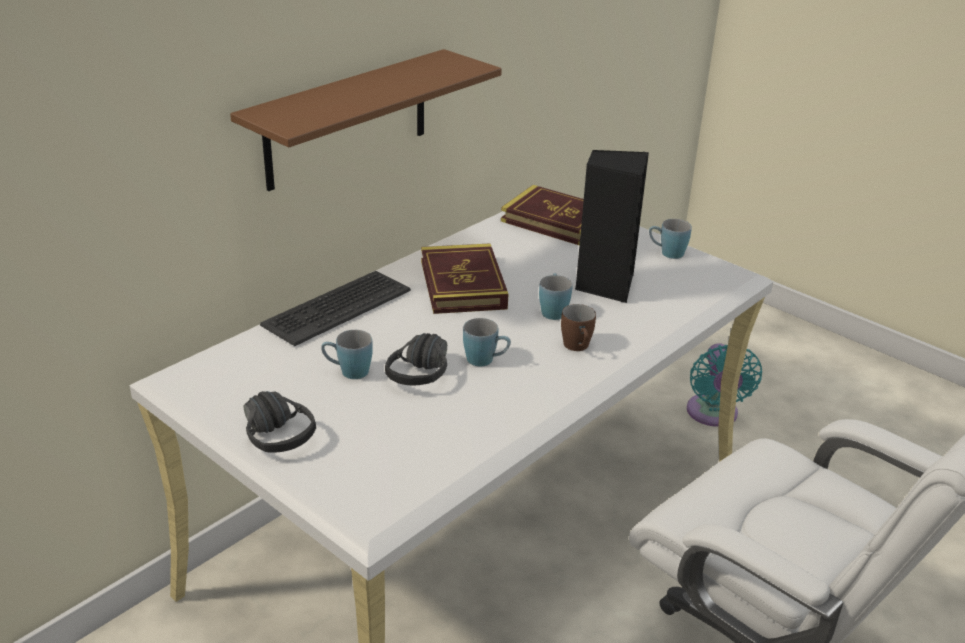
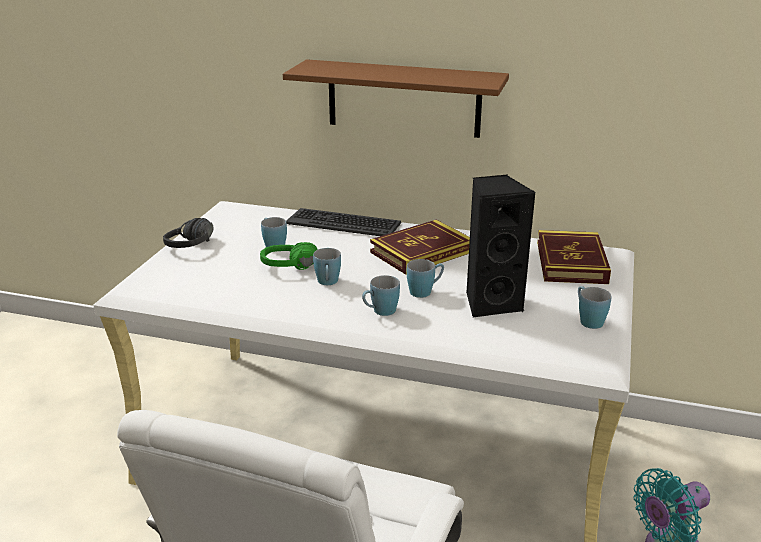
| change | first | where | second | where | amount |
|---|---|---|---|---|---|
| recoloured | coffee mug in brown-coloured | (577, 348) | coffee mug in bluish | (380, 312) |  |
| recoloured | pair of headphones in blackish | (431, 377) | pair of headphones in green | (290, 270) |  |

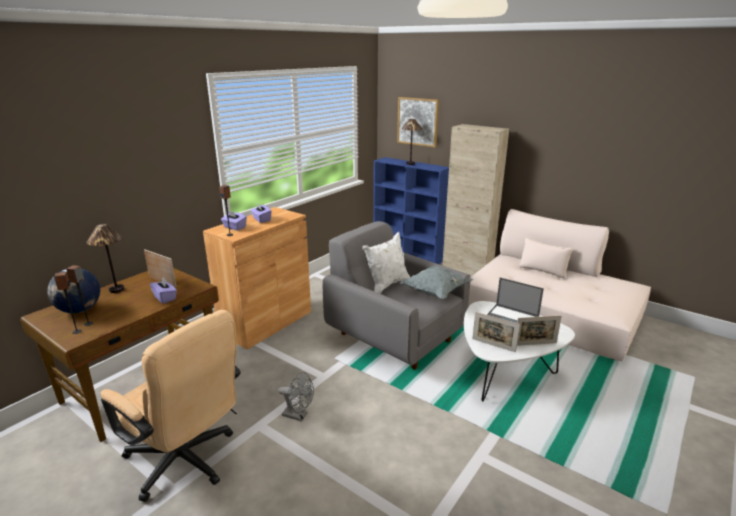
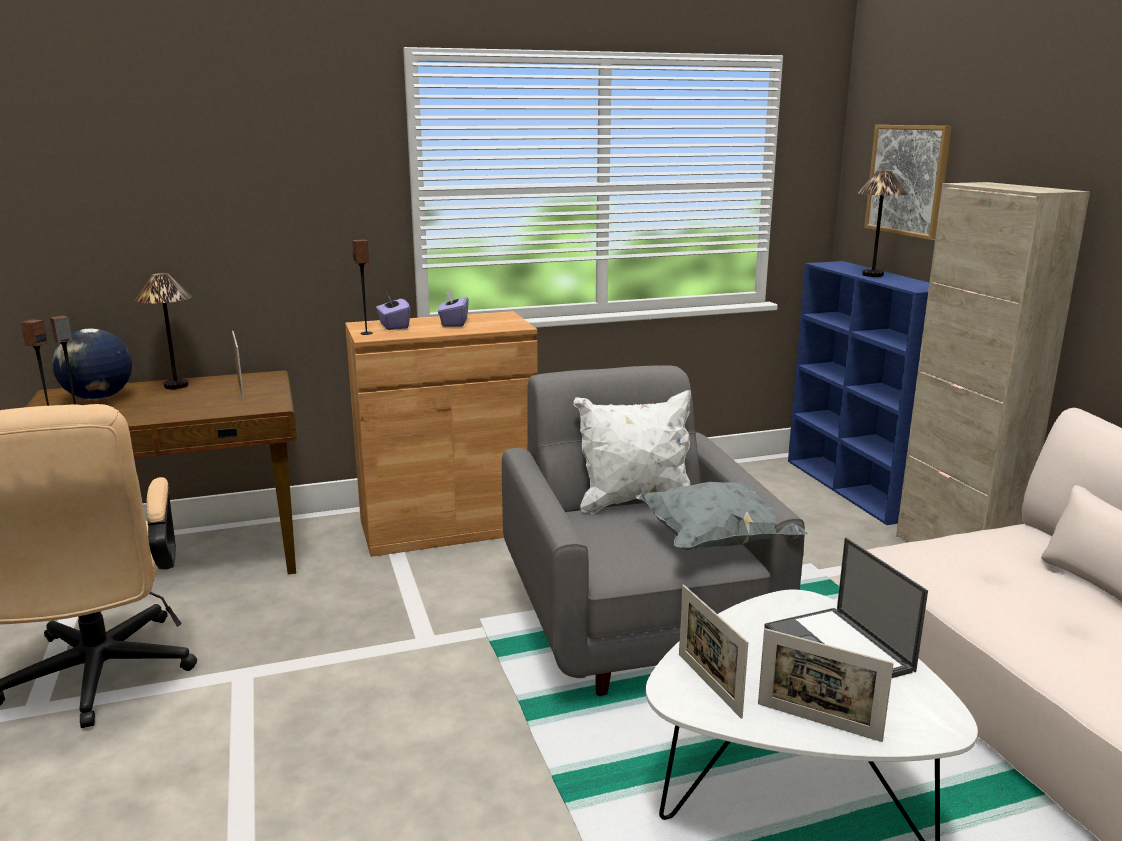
| change | first | where | second | where | amount |
|---|---|---|---|---|---|
| removed | tissue box in purple-coloured | (165, 298) |  |  |  |
| removed | electric fan in grey | (298, 415) |  |  |  |

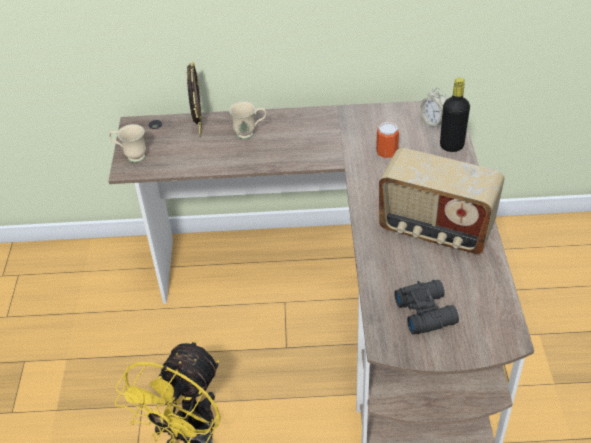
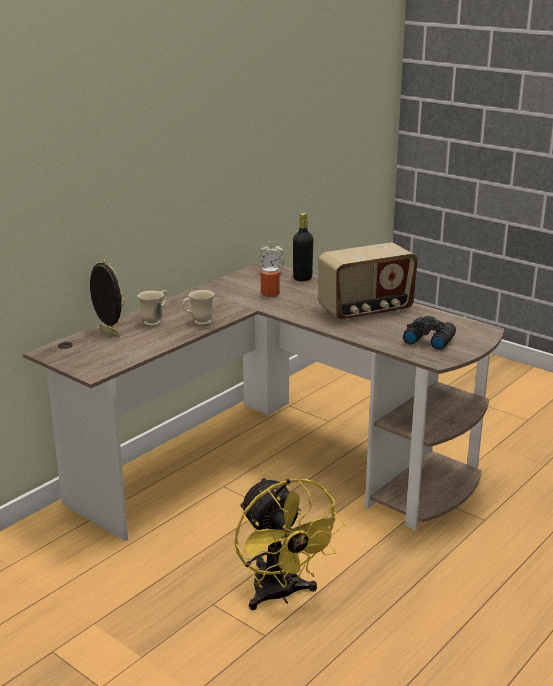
| change | first | where | second | where | amount |
|---|---|---|---|---|---|
| moved | coffee mug in beige | (131, 156) |  | (198, 323) |  |

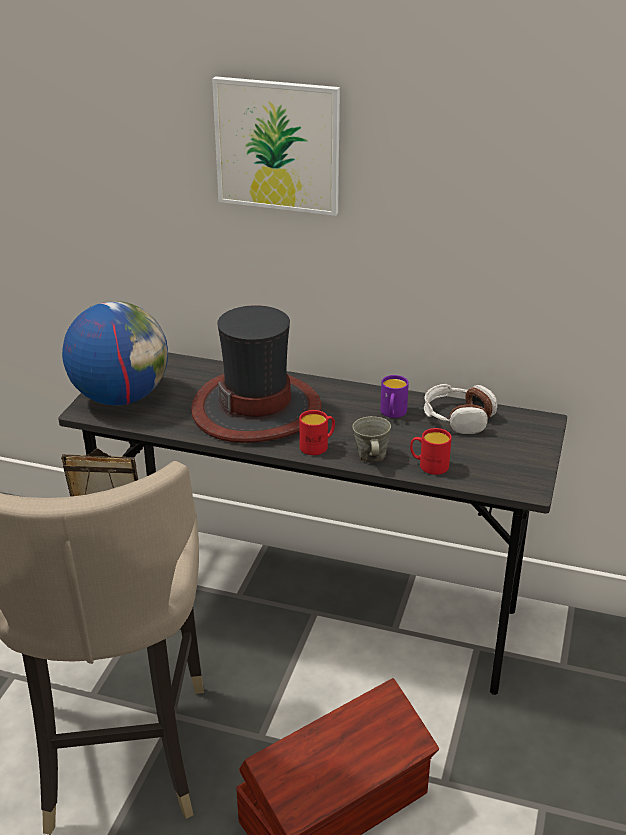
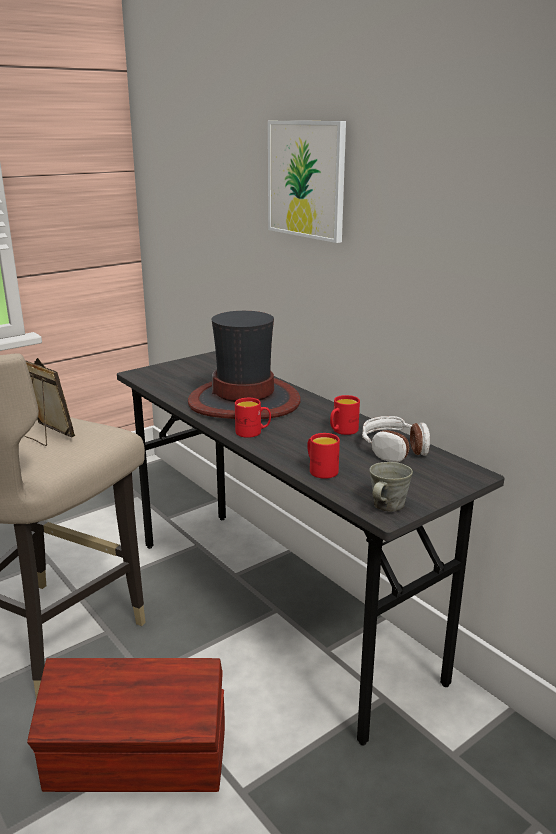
| change | first | where | second | where | amount |
|---|---|---|---|---|---|
| removed | desk globe | (120, 397) |  |  |  |
| recoloured | coffee mug in purple-coloured | (392, 414) | coffee mug in red | (342, 431) |  |
| moved | coffee mug in grey | (371, 457) |  | (387, 506) |  |

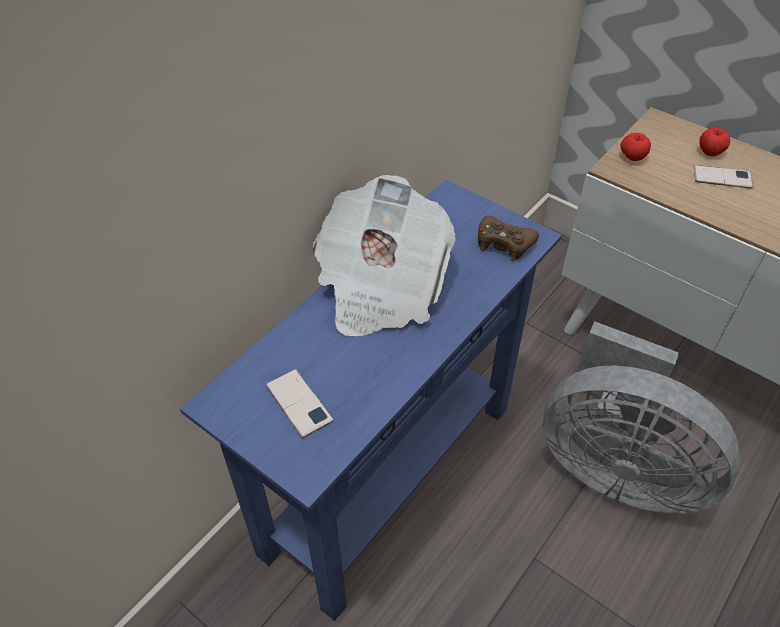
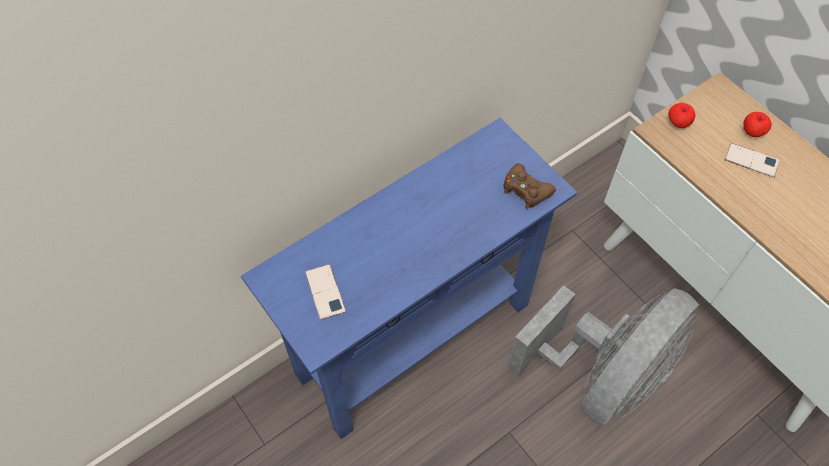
| change | first | where | second | where | amount |
|---|---|---|---|---|---|
| removed | daily paper | (380, 285) |  |  |  |
| turned | electric fan in grey | (615, 467) |  | (602, 376) | 90 degrees counterclockwise |

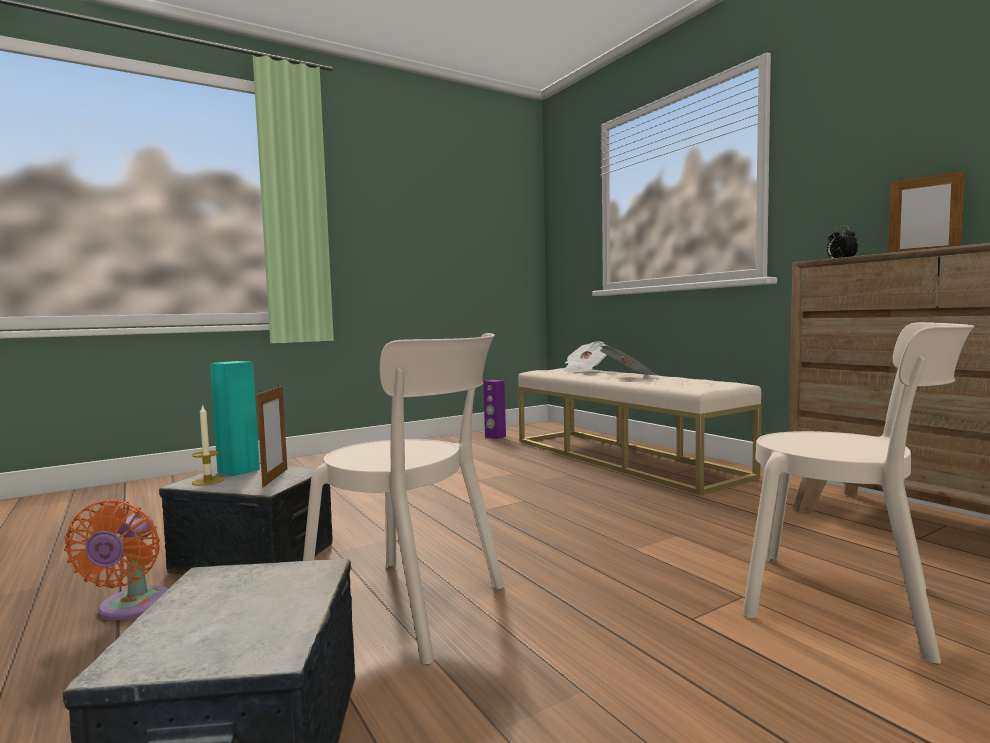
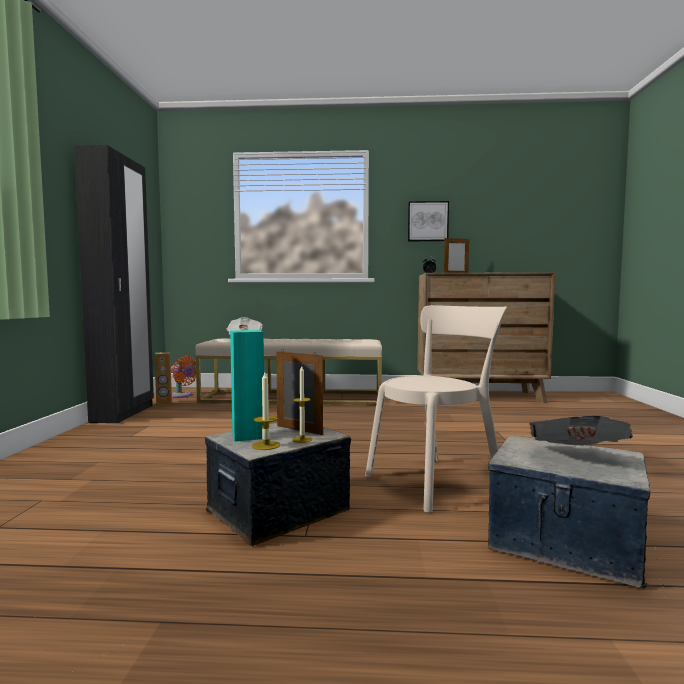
| change | first | where | second | where | amount |
|---|---|---|---|---|---|
| removed | upright chair in beige | (850, 604) |  |  |  |
| moved | daily paper | (628, 376) |  | (577, 458) |  |
| recoloured | loudspeaker in purple-coloured | (495, 437) | loudspeaker in brown-coloured | (164, 403) |  |
| moved | electric fan in orange-coloured | (130, 608) |  | (181, 395) |  |
| added |  |  | clothes cupboard in blackish | (123, 413) |  |
| added |  |  | picture | (428, 221) |  |
| added |  |  | wax light | (302, 439) |  |

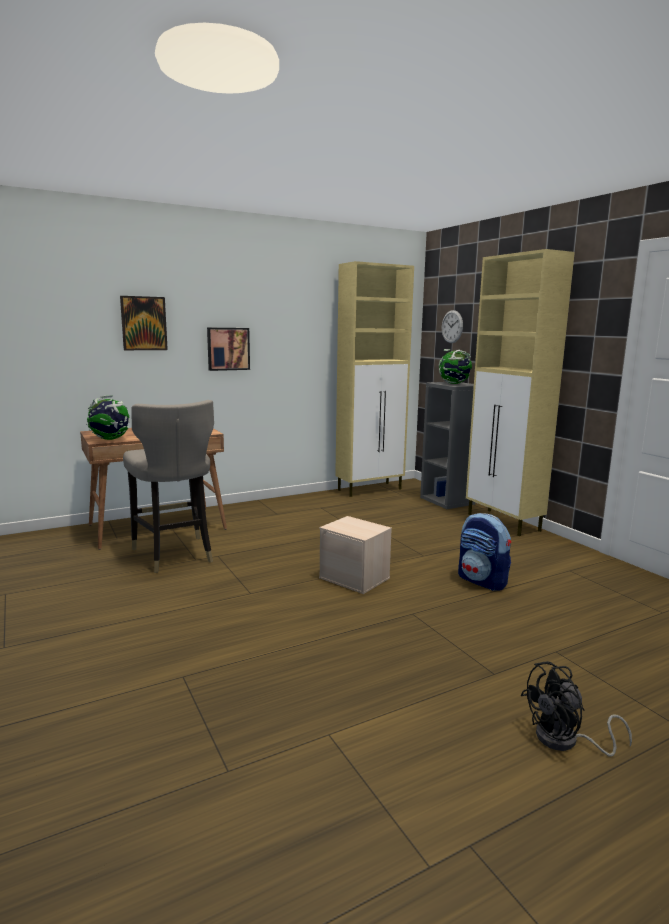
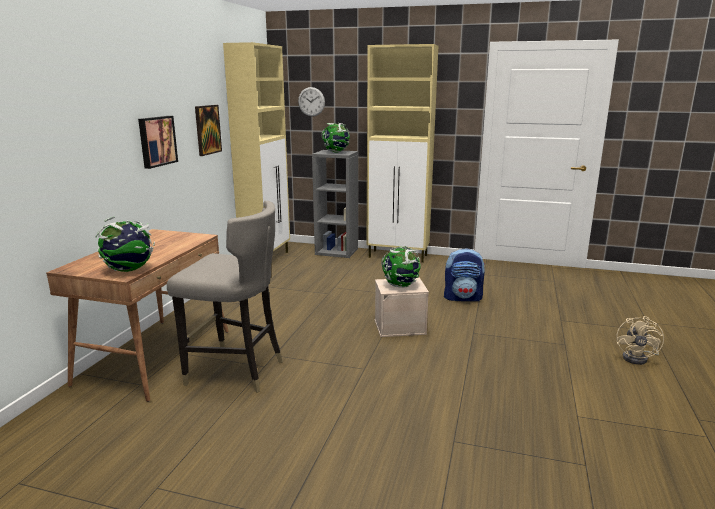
| change | first | where | second | where | amount |
|---|---|---|---|---|---|
| moved | picture | (144, 323) |  | (207, 129) |  |
| recoloured | electric fan in blackish | (565, 741) | electric fan in beige | (638, 358) |  |
| added |  |  | desk globe | (400, 285) |  |

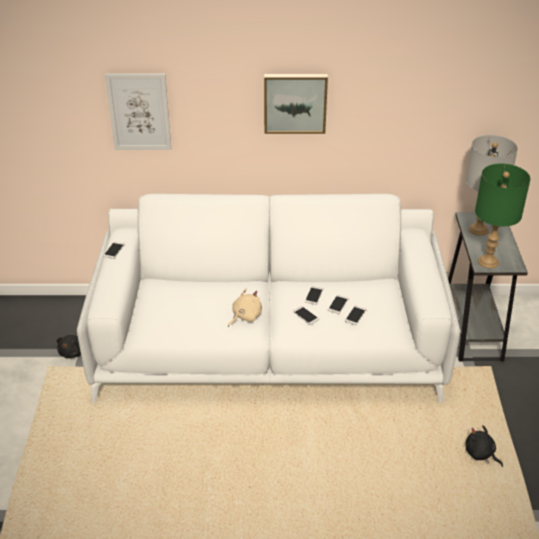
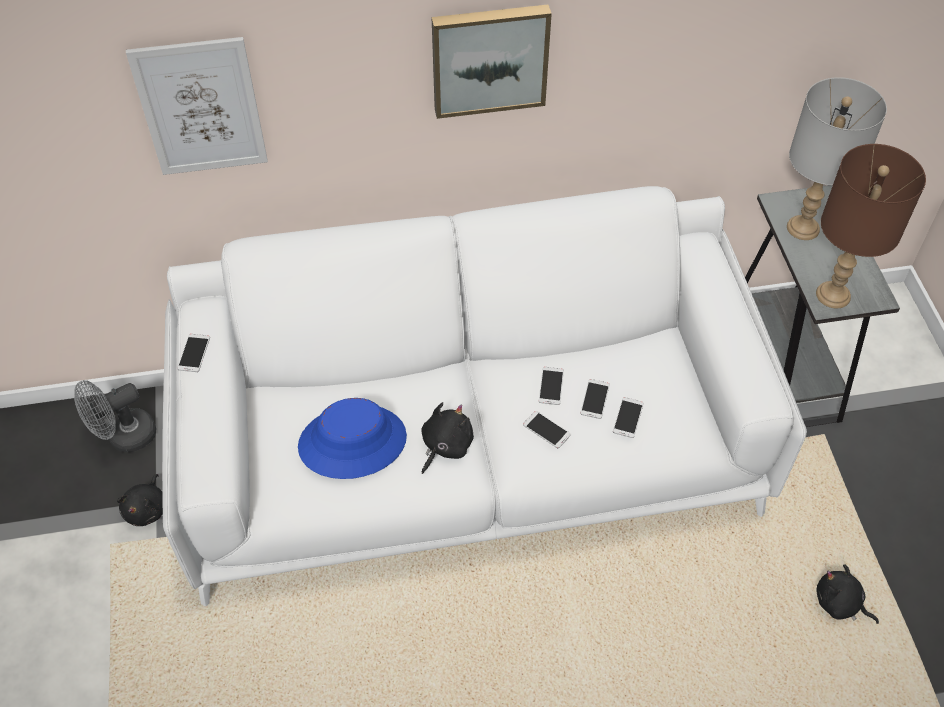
| change | first | where | second | where | amount |
|---|---|---|---|---|---|
| recoloured | table lamp in green | (487, 261) | table lamp in brown-coloured | (832, 294) |  |
| recoloured | cuddly toy in beige | (245, 316) | cuddly toy in blackish | (445, 446) |  |
| added |  |  | electric fan in grey | (124, 437) |  |
| added |  |  | wearable hat in bluish | (352, 442) |  |

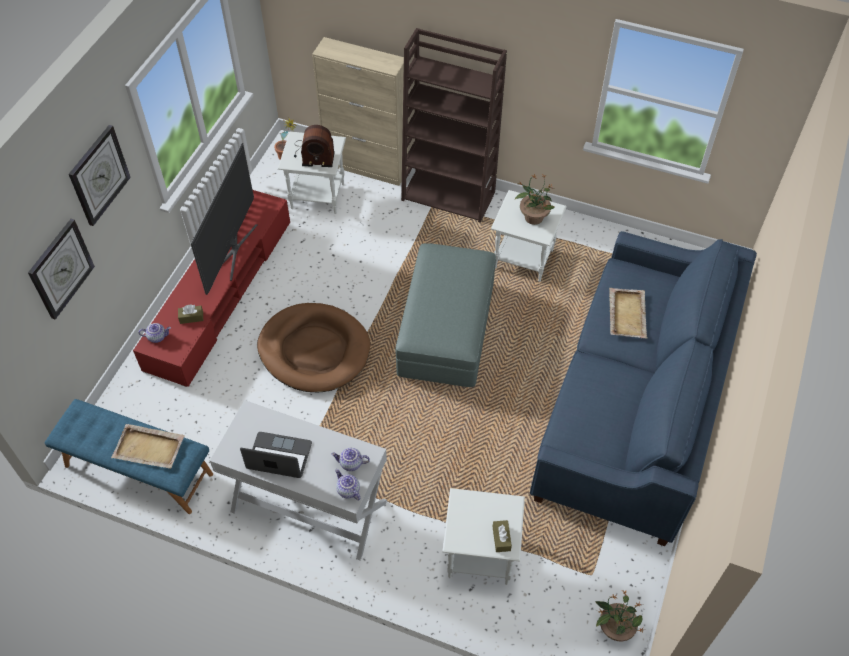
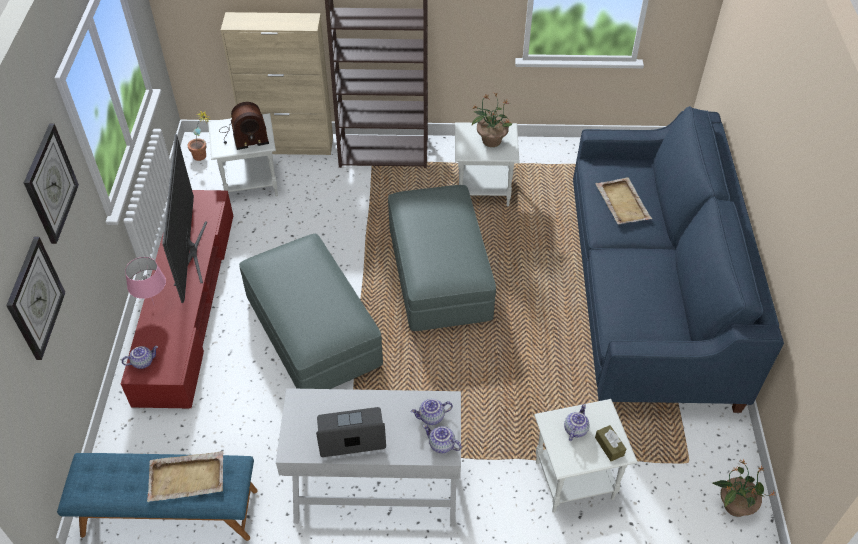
| change | first | where | second | where | amount |
|---|---|---|---|---|---|
| replaced | dog bed in brown-coloured | (314, 350) | footrest in grey | (313, 332) |  |
| removed | tissue box in brown-coloured | (191, 317) |  |  |  |
| added |  |  | table lamp in pinkish | (154, 304) |  |
| added |  |  | teapot | (575, 429) |  |

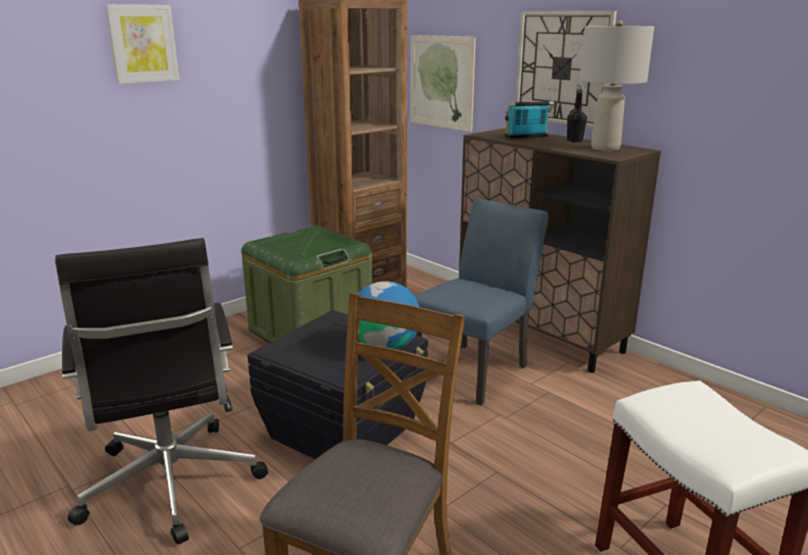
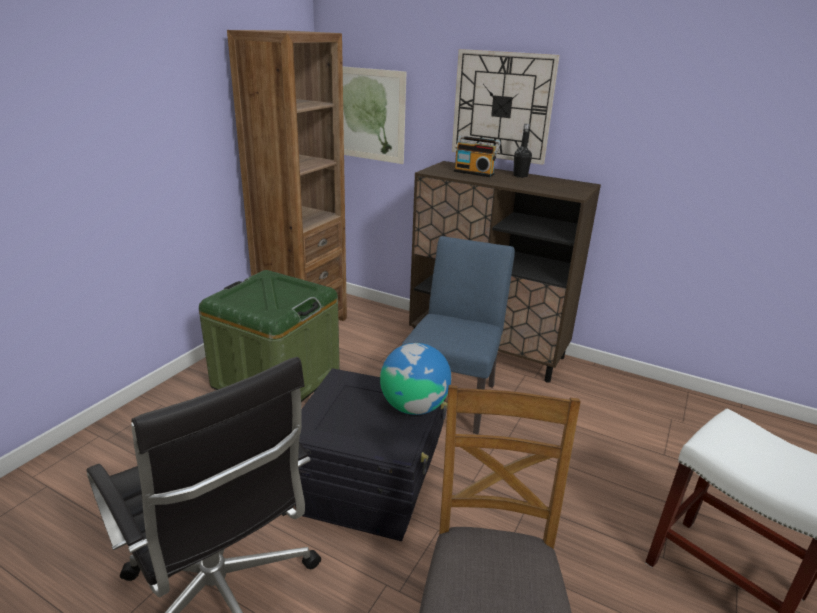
| change | first | where | second | where | amount |
|---|---|---|---|---|---|
| removed | picture | (142, 44) |  |  |  |
| removed | table lamp in grey | (605, 148) |  |  |  |
| turned | radio receiver | (527, 137) |  | (474, 173) | 120 degrees counterclockwise |

